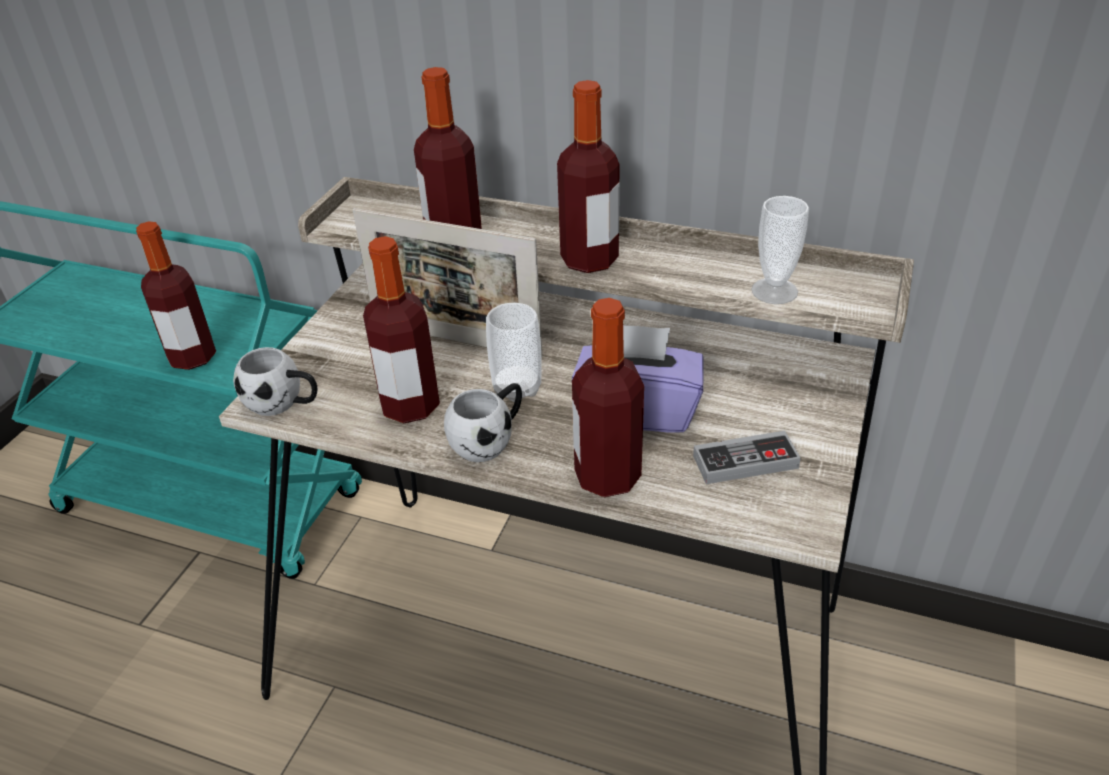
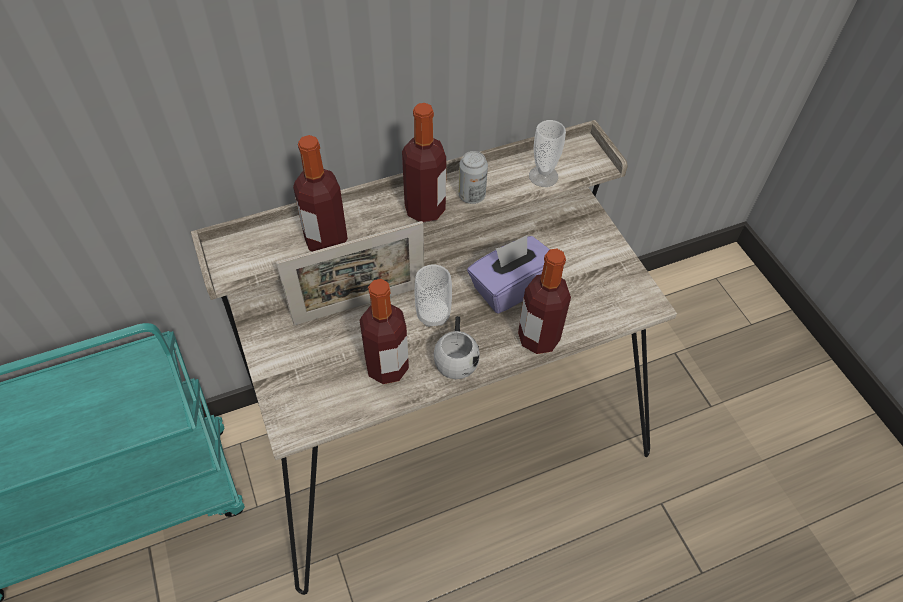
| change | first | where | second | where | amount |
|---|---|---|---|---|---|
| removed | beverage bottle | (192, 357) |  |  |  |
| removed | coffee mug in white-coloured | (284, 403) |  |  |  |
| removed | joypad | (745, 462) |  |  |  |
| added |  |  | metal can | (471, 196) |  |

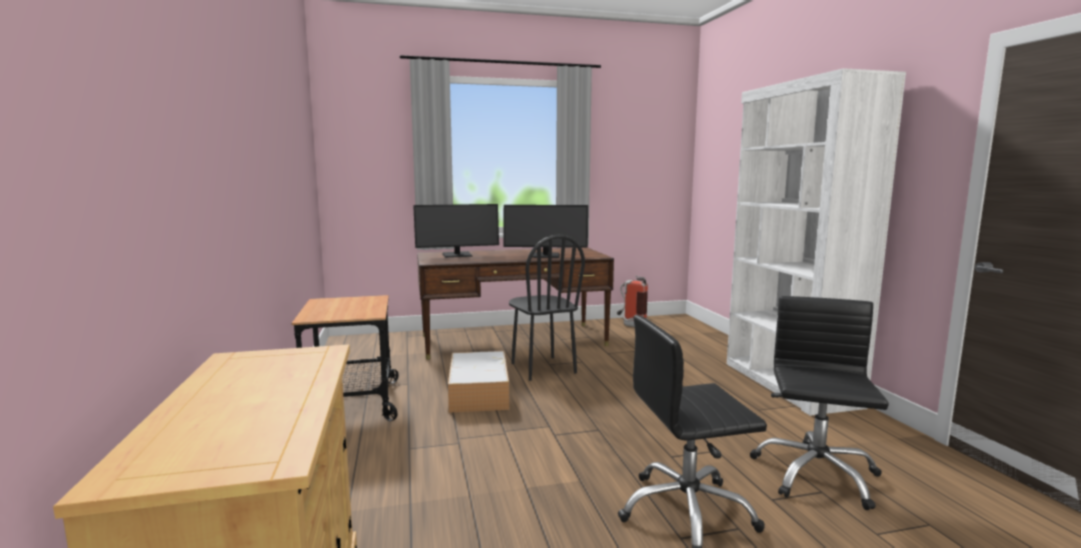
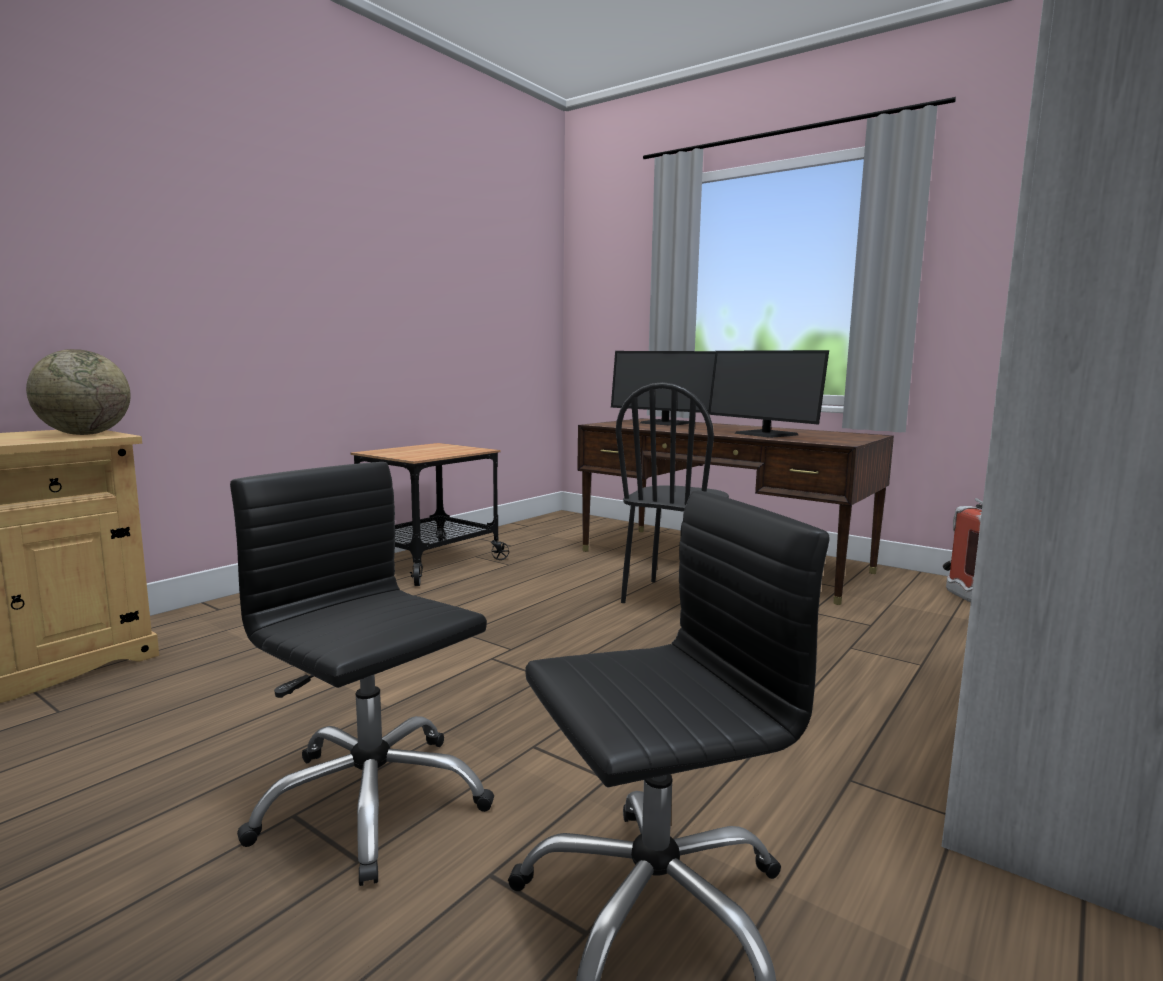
| change | first | where | second | where | amount |
|---|---|---|---|---|---|
| removed | storage bin | (478, 391) |  |  |  |
| added |  |  | desk globe | (84, 434) |  |

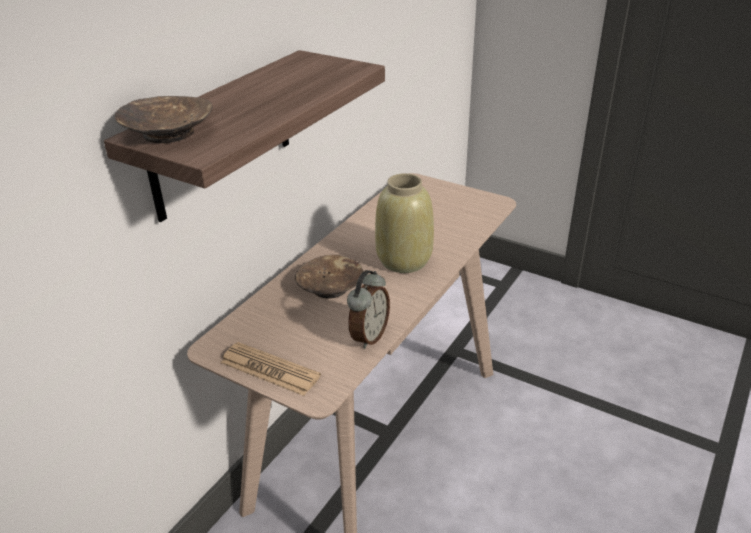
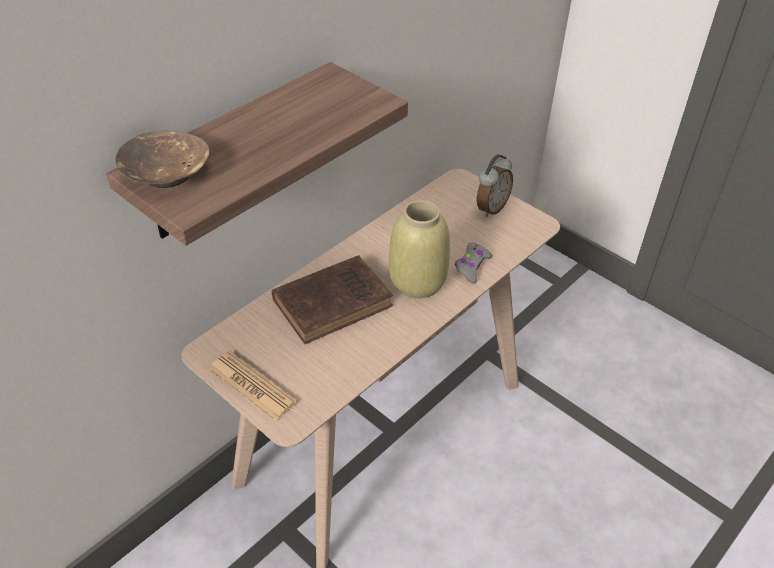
| change | first | where | second | where | amount |
|---|---|---|---|---|---|
| replaced | deep dish in brown-coloured | (331, 287) | bound book in brown-coloured | (335, 302) |  |
| moved | table clock | (368, 336) |  | (491, 208) |  |
| added |  |  | joypad in grey | (472, 266) |  |

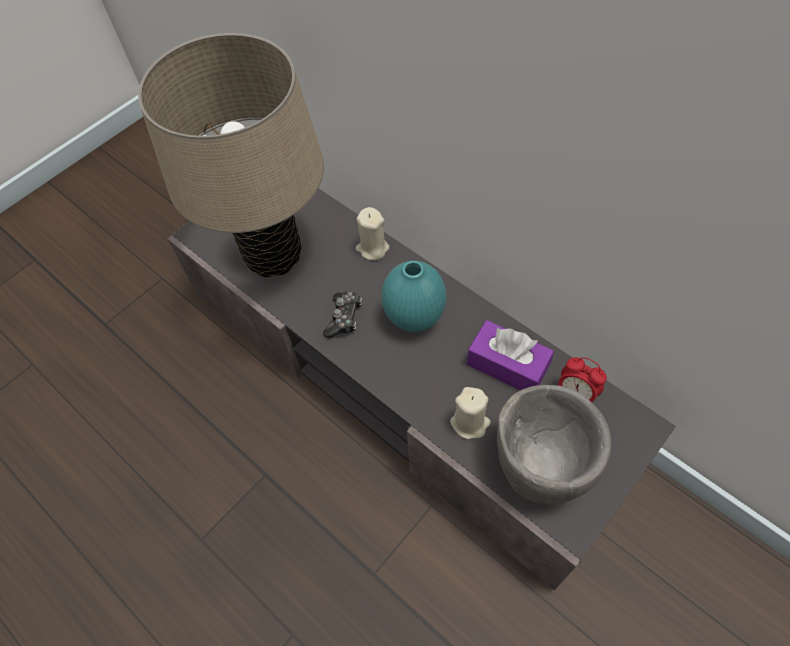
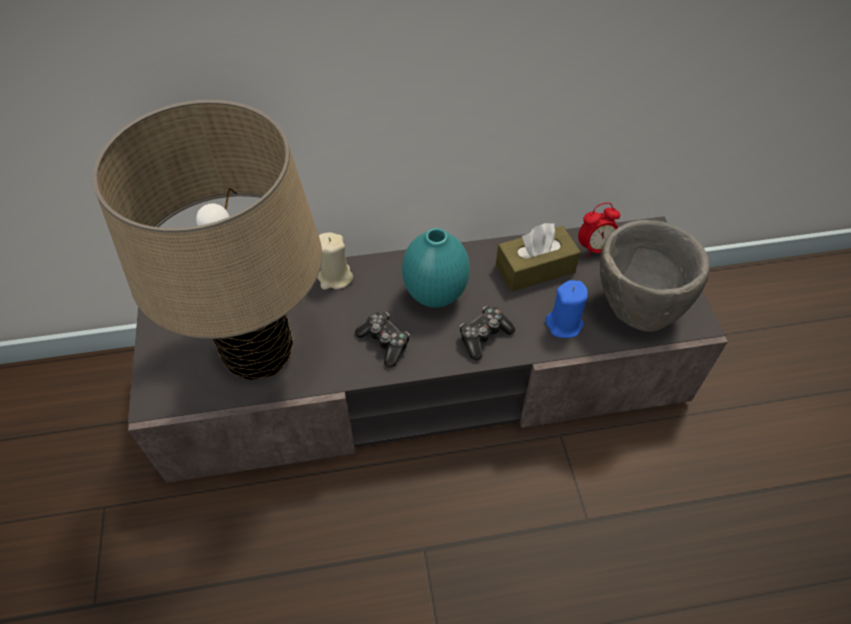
| change | first | where | second | where | amount |
|---|---|---|---|---|---|
| recoloured | tissue box in purple-coloured | (507, 365) | tissue box in brown-coloured | (535, 268) |  |
| recoloured | wax light in beige | (470, 423) | wax light in bluish | (564, 324) |  |
| added |  |  | joypad | (484, 336) |  |

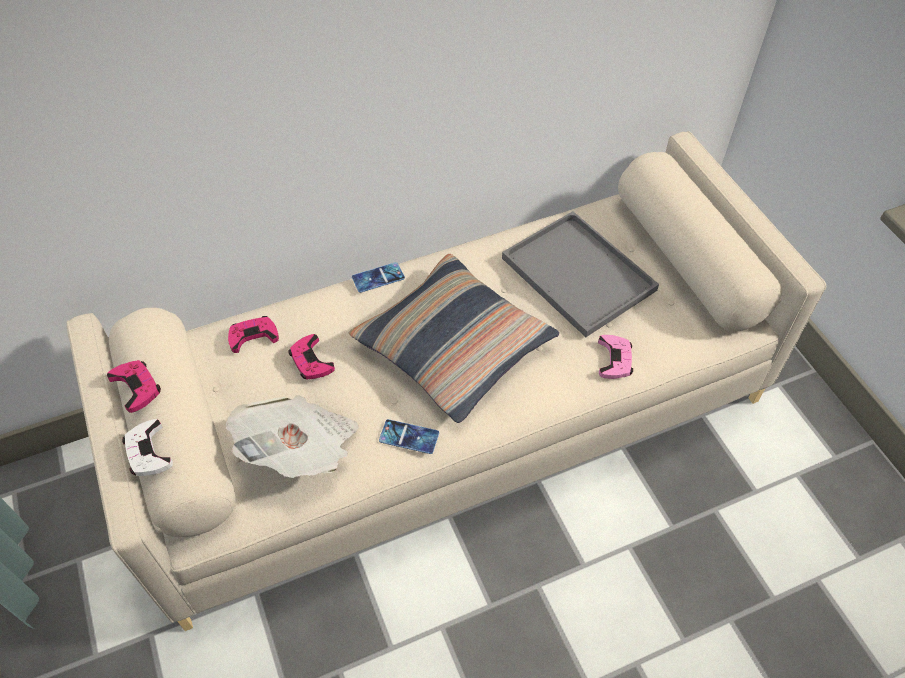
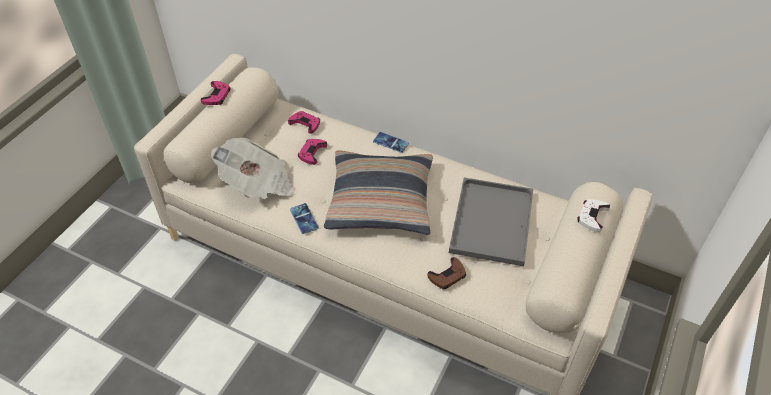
| change | first | where | second | where | amount |
|---|---|---|---|---|---|
| recoloured | joypad in pinkish | (614, 359) | joypad in brown-coloured | (447, 276) |  |
| moved | joypad in white-coloured | (148, 452) |  | (592, 216) |  |

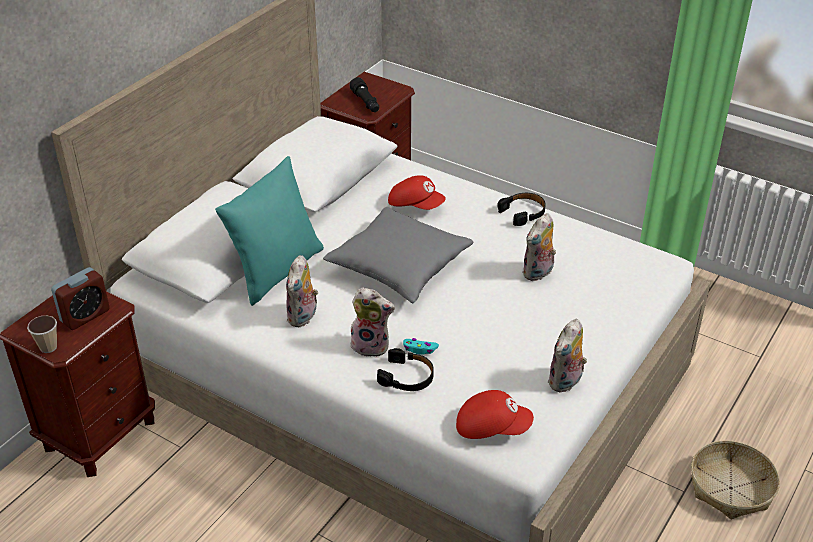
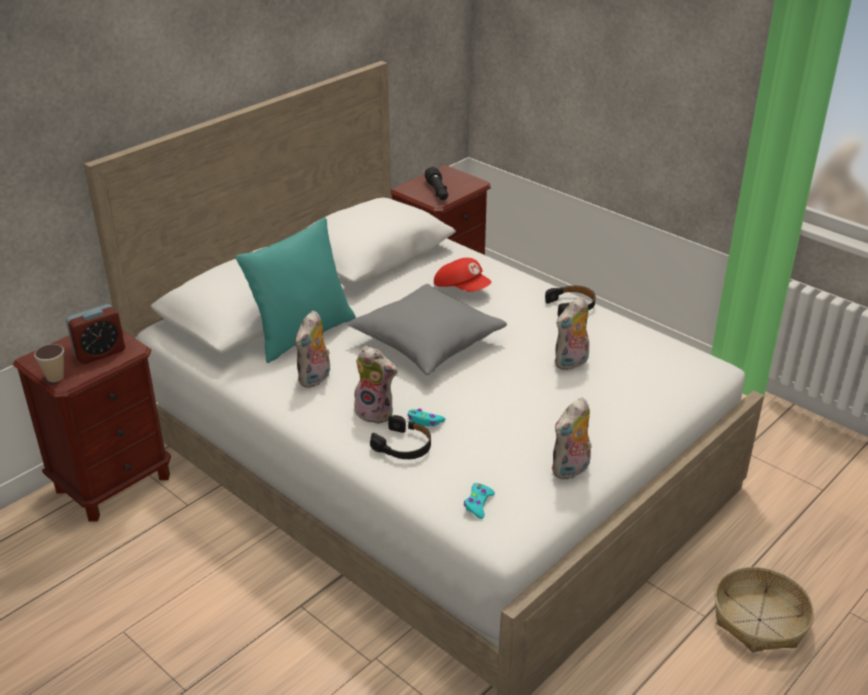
| change | first | where | second | where | amount |
|---|---|---|---|---|---|
| replaced | baseball cap in red | (492, 427) | joypad in turquoise-coloured | (478, 504) |  |

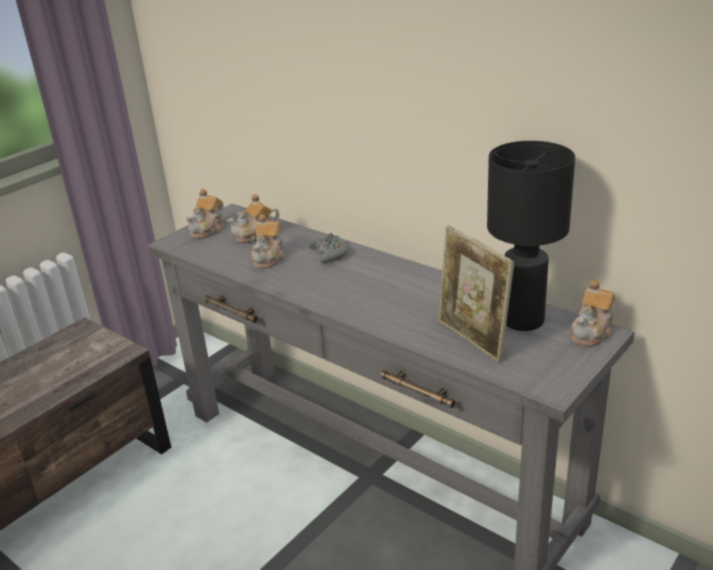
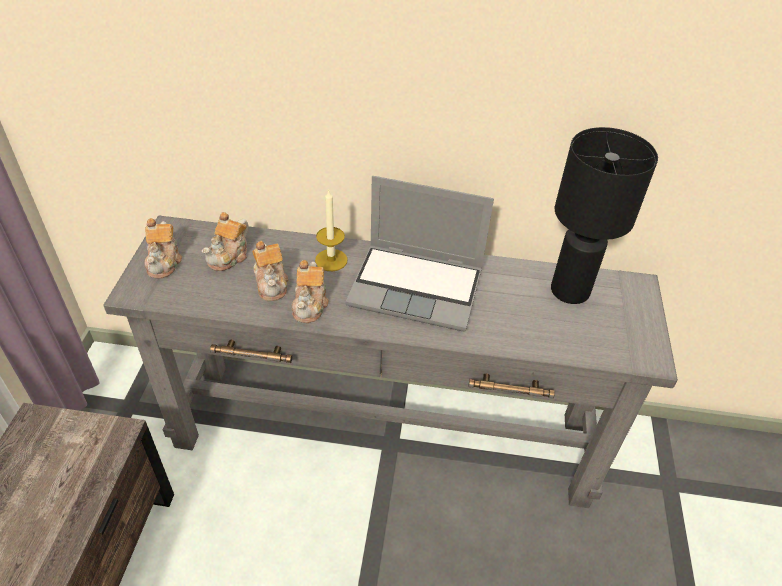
| change | first | where | second | where | amount |
|---|---|---|---|---|---|
| removed | picture frame | (472, 340) |  |  |  |
| replaced | joypad in grey | (329, 254) | wax light | (331, 260) |  |
| moved | teapot | (592, 333) |  | (310, 305) |  |
| added |  |  | laptop | (418, 287) |  |

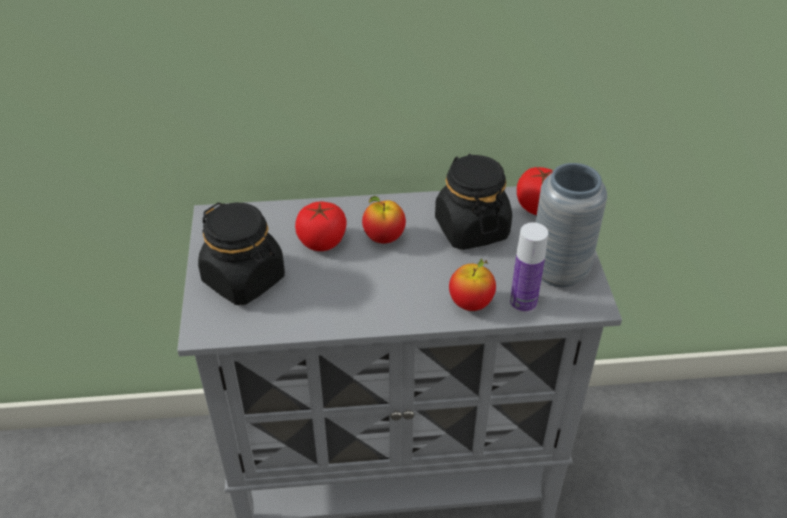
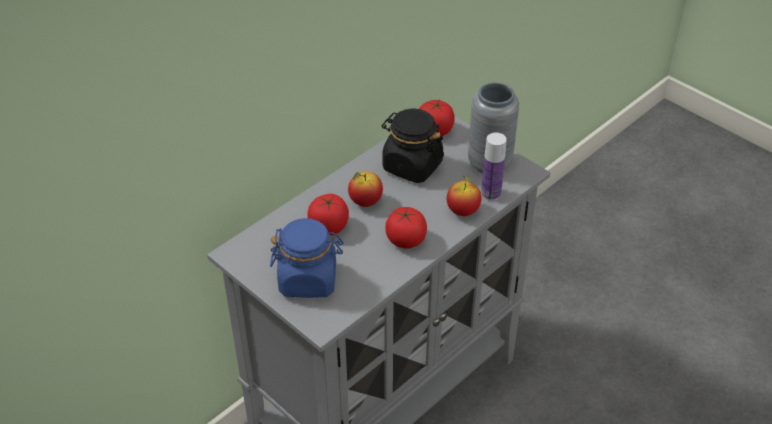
| change | first | where | second | where | amount |
|---|---|---|---|---|---|
| recoloured | storage jar in blackish | (244, 279) | storage jar in bluish | (308, 279) |  |
| added |  |  | fresh tomato | (405, 240) |  |

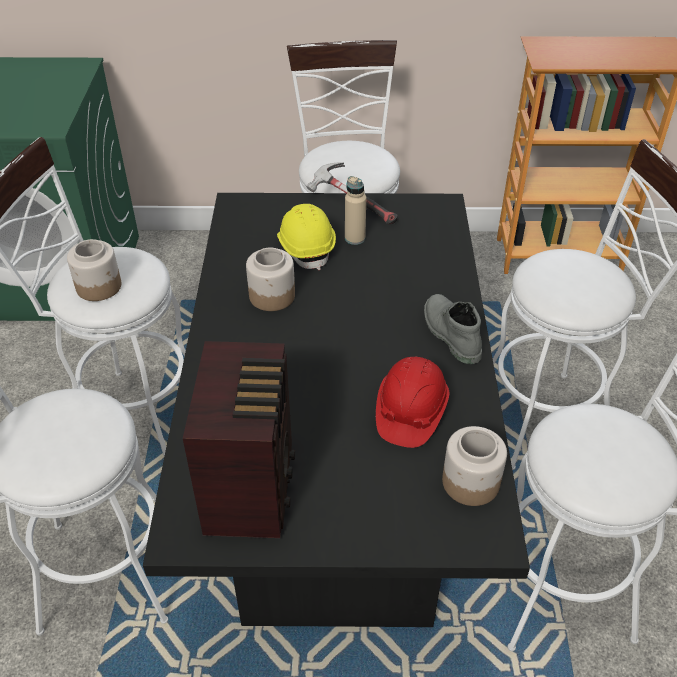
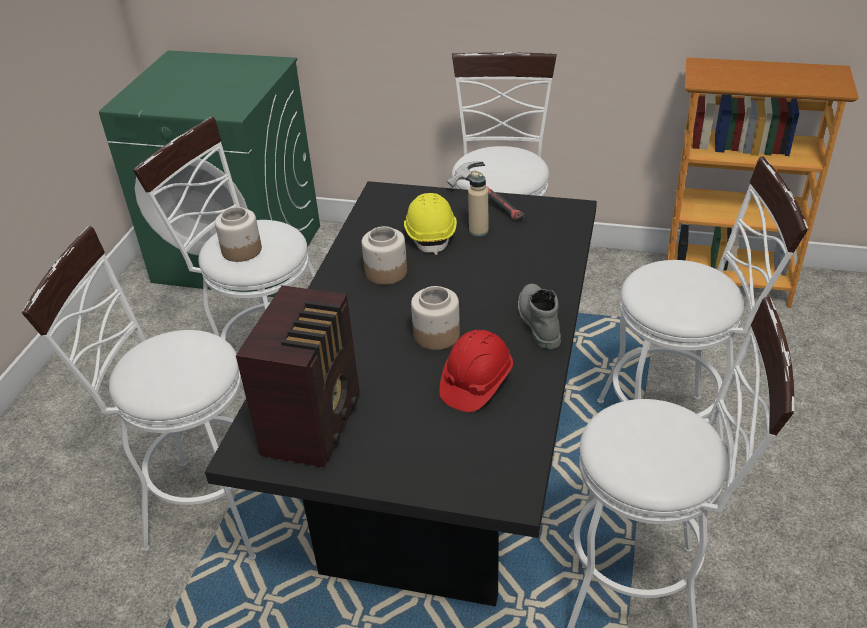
| change | first | where | second | where | amount |
|---|---|---|---|---|---|
| moved | storage jar | (470, 482) |  | (436, 335) |  |

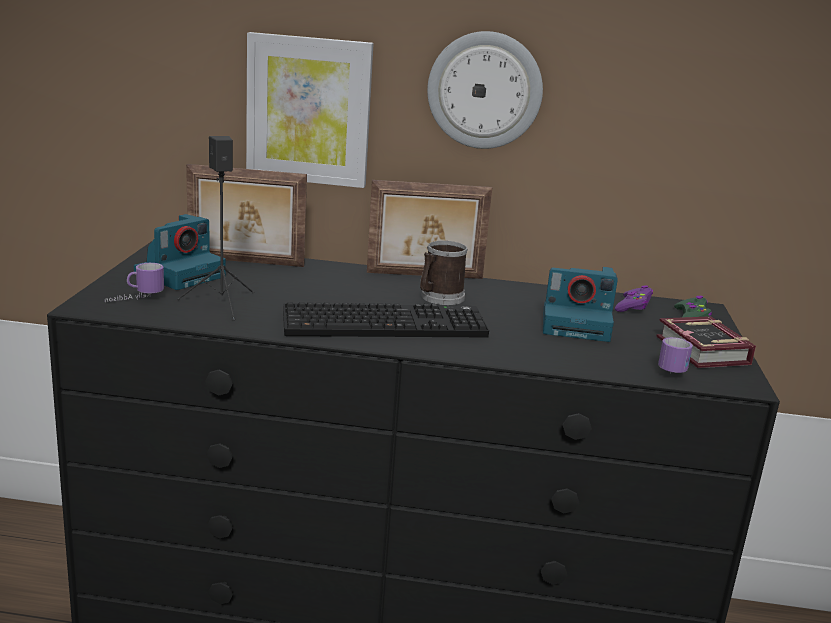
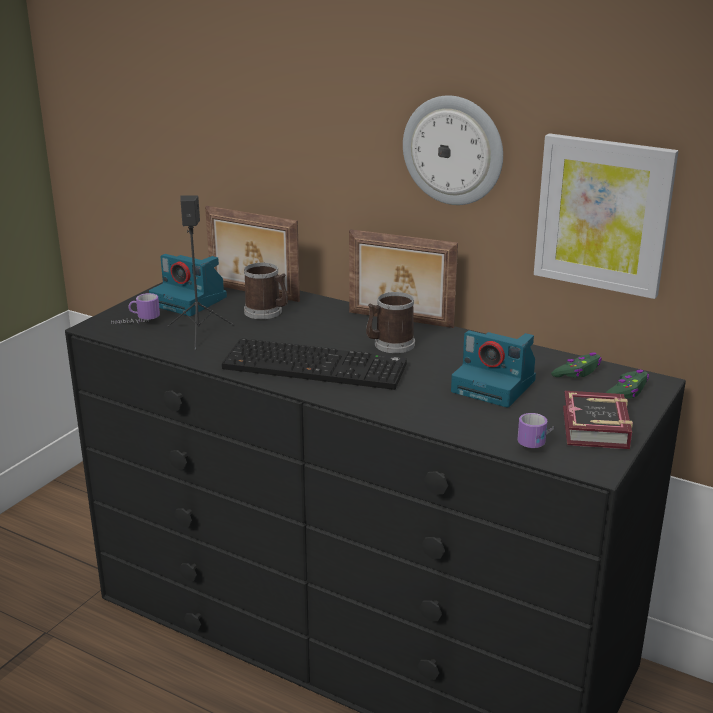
| change | first | where | second | where | amount |
|---|---|---|---|---|---|
| moved | picture | (309, 110) |  | (603, 214) |  |
| turned | still camera | (181, 274) |  | (190, 301) | 60 degrees clockwise |
| recoloured | joypad in purple-coloured | (633, 306) | joypad in green | (577, 372) |  |
| added |  |  | coffee mug | (267, 312) |  |

